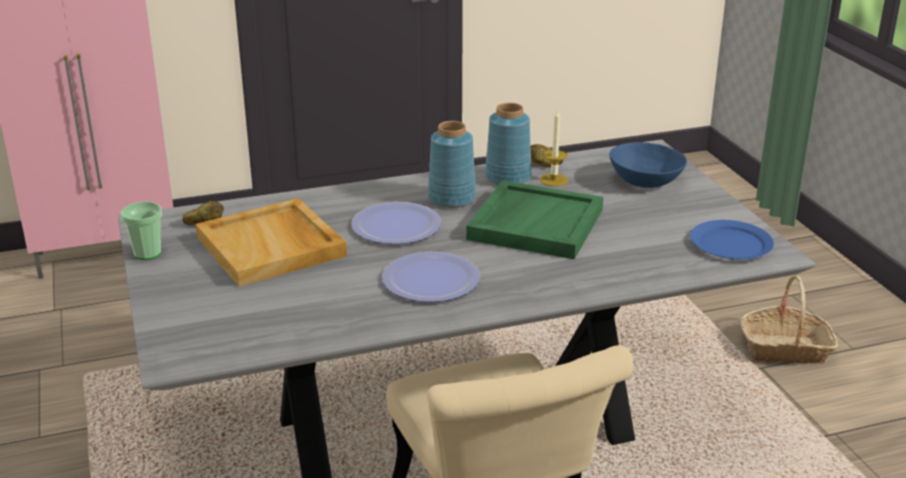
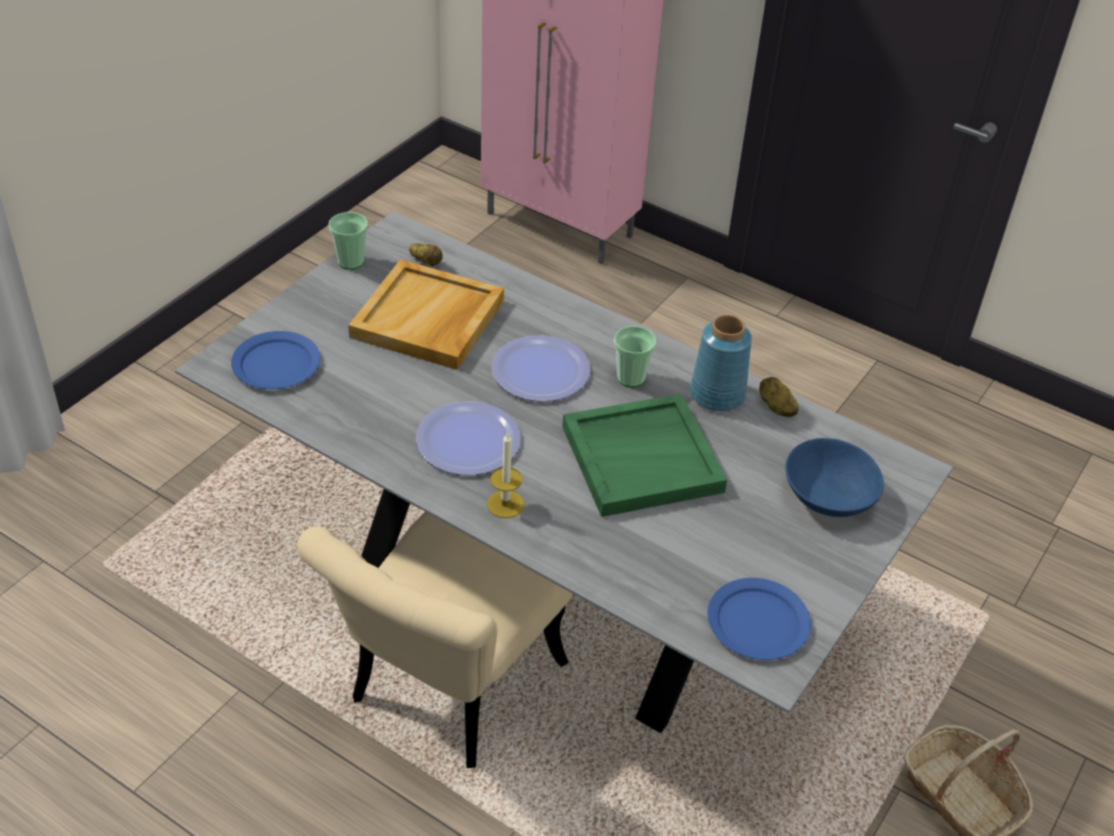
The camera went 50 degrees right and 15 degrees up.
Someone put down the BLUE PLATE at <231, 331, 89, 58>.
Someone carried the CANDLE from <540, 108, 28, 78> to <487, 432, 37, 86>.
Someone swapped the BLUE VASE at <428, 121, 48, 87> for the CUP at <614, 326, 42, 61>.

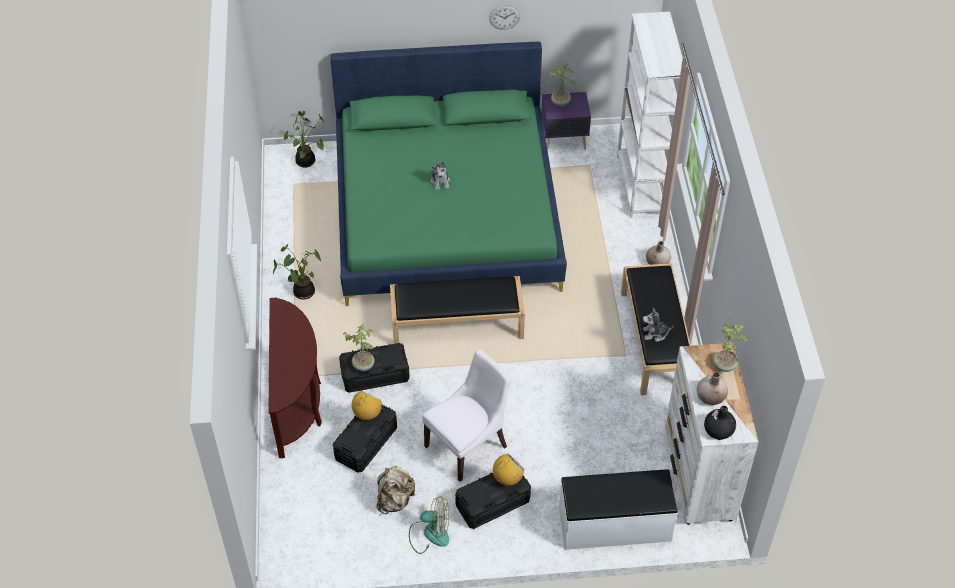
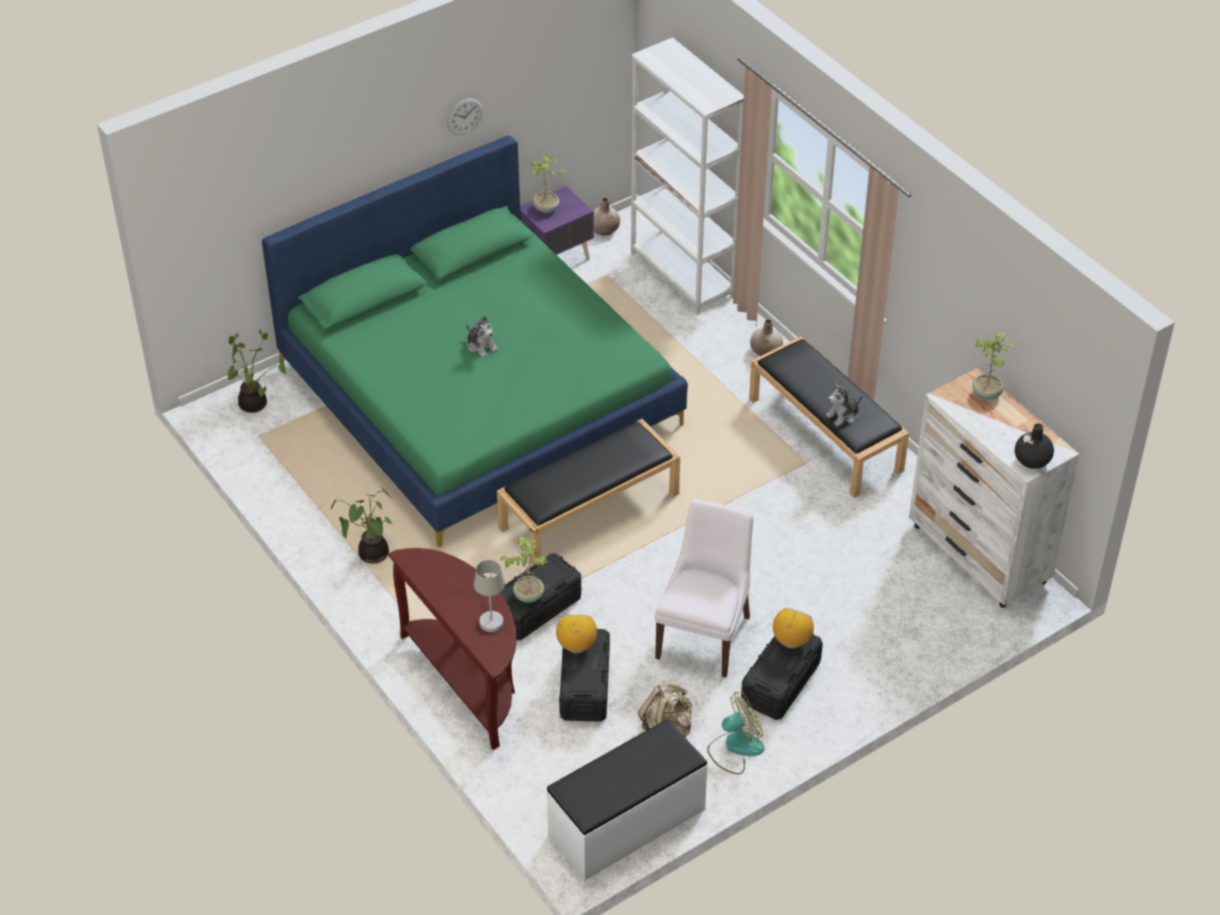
The camera went 30 degrees left and 5 degrees down.
Someone put down the GREY TABLE LAMP at <453, 560, 52, 72>.
Someone carried the WHITE BENCH from <559, 469, 119, 81> to <546, 719, 162, 161>.
Someone carried the BEIGE VASE from <697, 372, 31, 33> to <594, 198, 26, 38>.

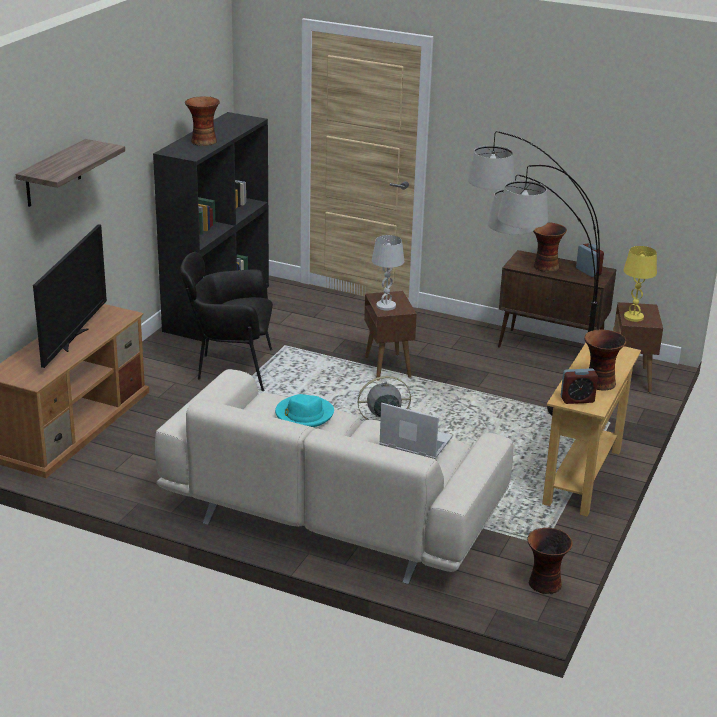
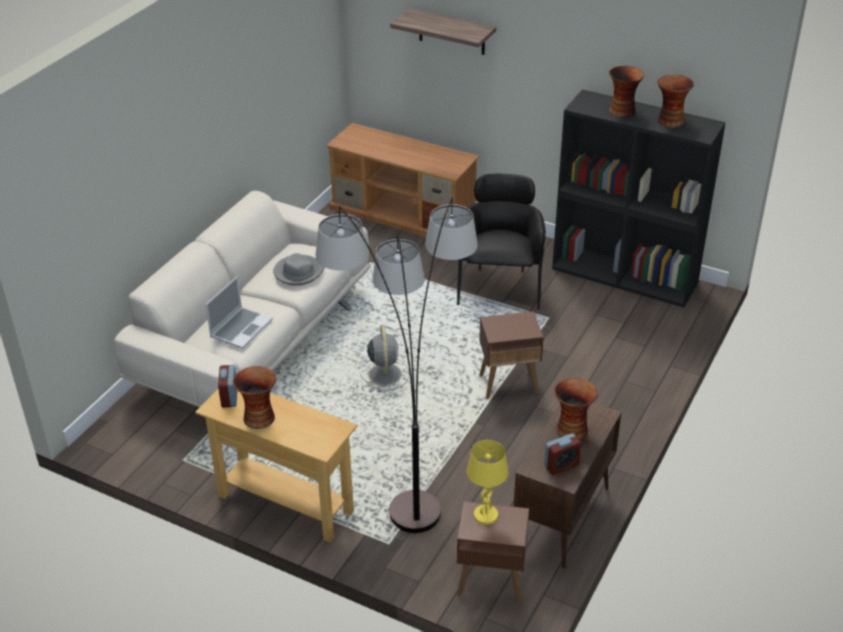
The camera went 95 degrees right and 10 degrees up.
Someone repainted the TURQUOISE HAT at <275, 394, 59, 33>, which became the GREY HAT at <273, 253, 52, 33>.
Someone carried the VASE from <527, 528, 46, 66> to <658, 75, 36, 53>.
Someone took away the TELEVISION at <33, 224, 74, 144>.
Someone took away the WHITE TABLE LAMP at <372, 235, 32, 76>.

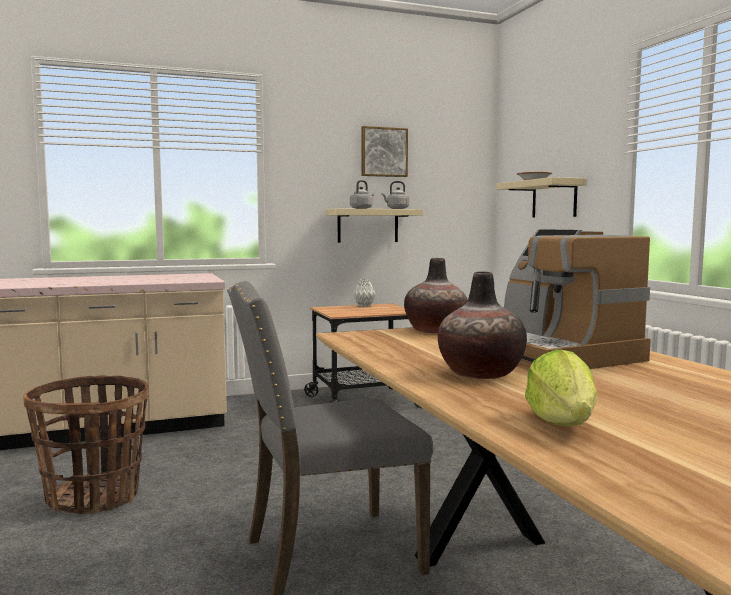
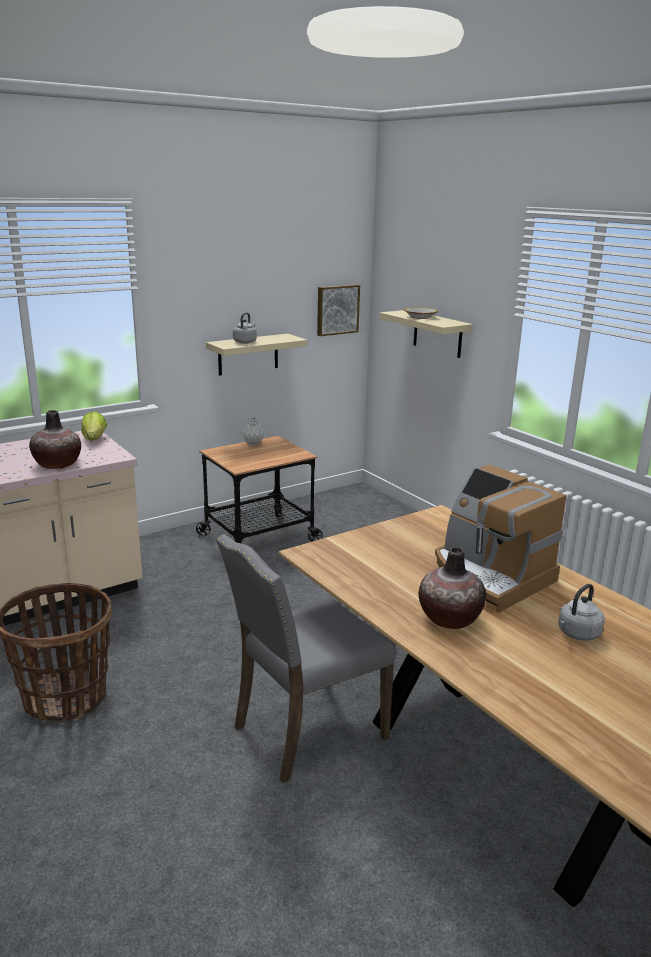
The camera went 15 degrees left and 15 degrees up.
Someone carried the VASE from <404, 258, 64, 75> to <29, 410, 52, 59>.
Someone carried the LETTUCE from <525, 349, 72, 77> to <81, 412, 26, 28>.
Someone carried the PICTURE from <361, 126, 47, 51> to <317, 284, 43, 52>.
Someone carried the GREY KETTLE from <382, 181, 27, 28> to <558, 584, 47, 57>.

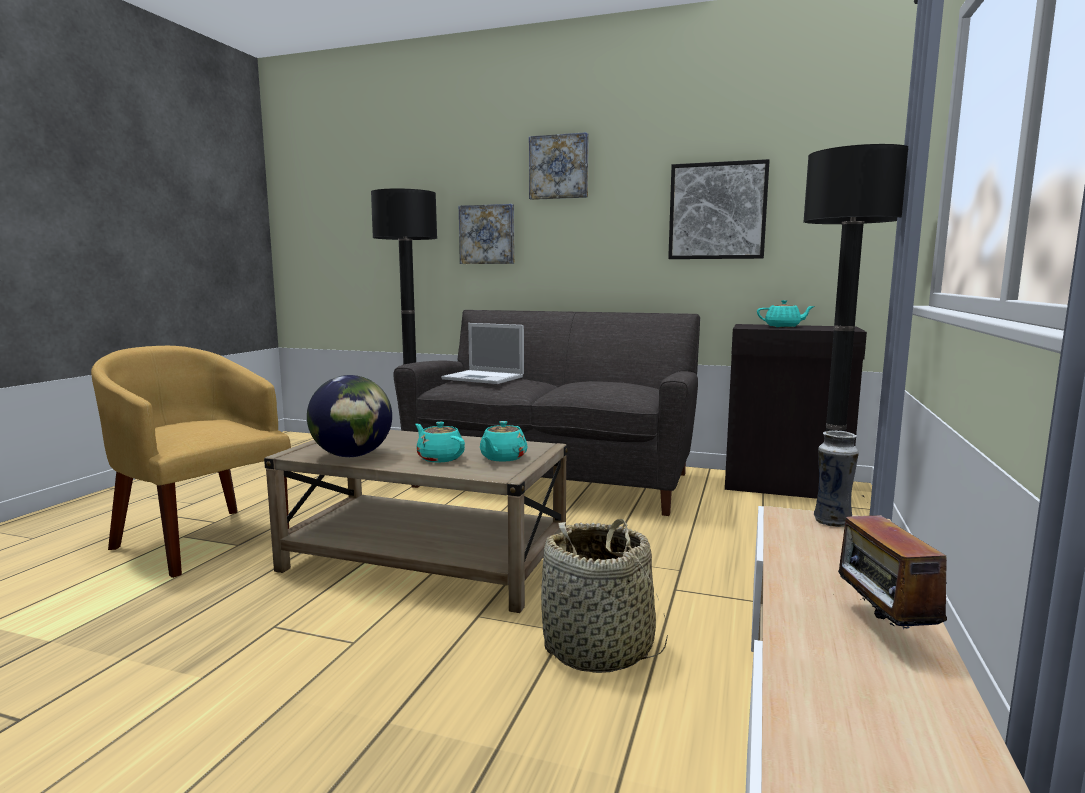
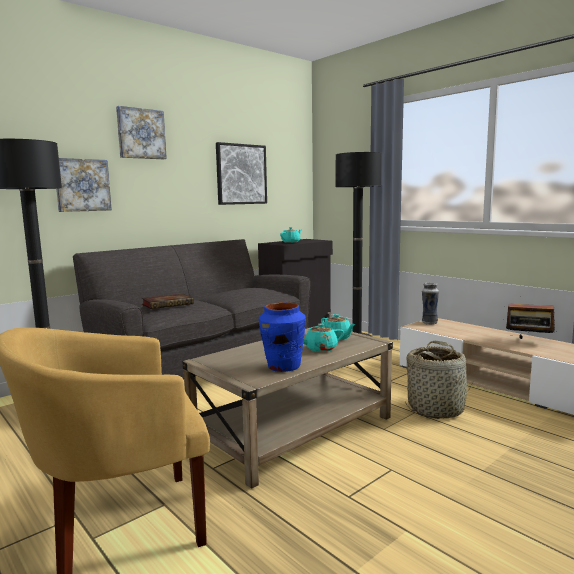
The camera went 60 degrees left and 0 degrees up.
Someone swapped the LAPTOP at <441, 323, 83, 61> for the BOOK at <141, 294, 53, 15>.
Someone swapped the GLOBE at <307, 375, 85, 82> for the BLUE VASE at <259, 302, 47, 70>.

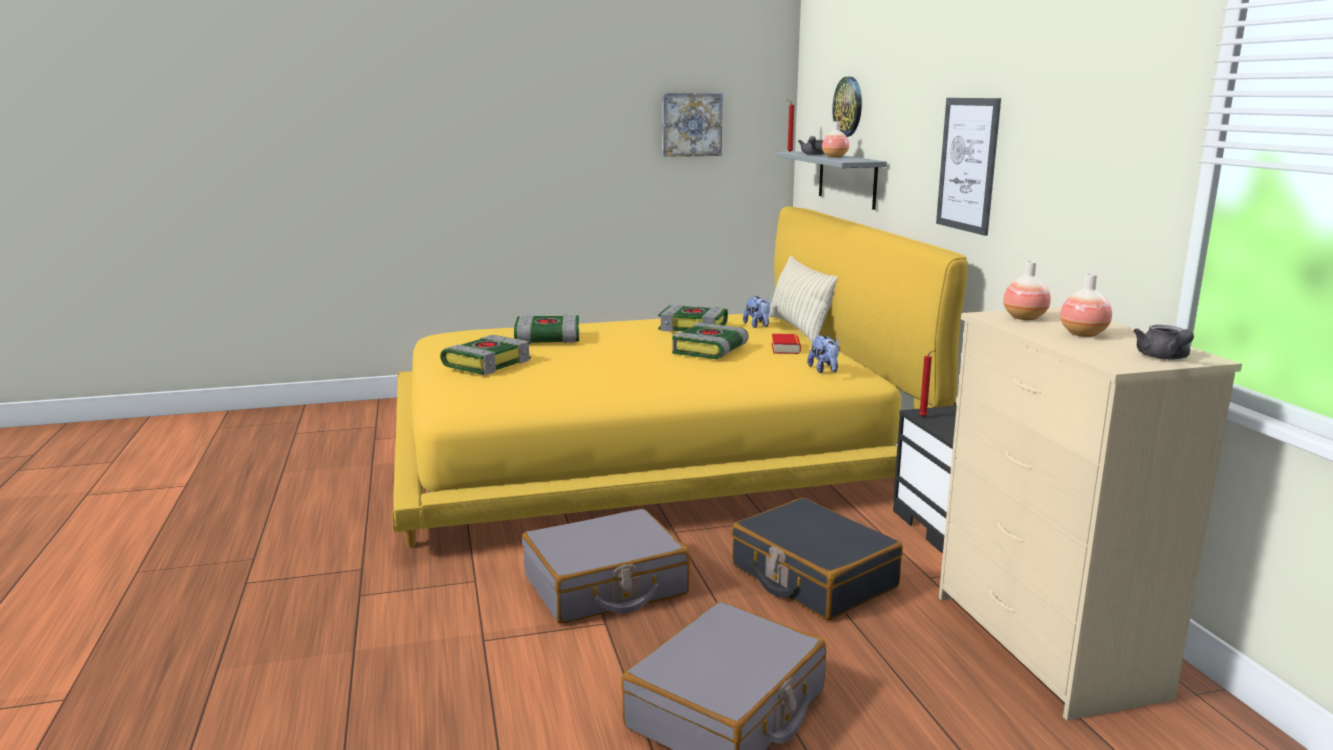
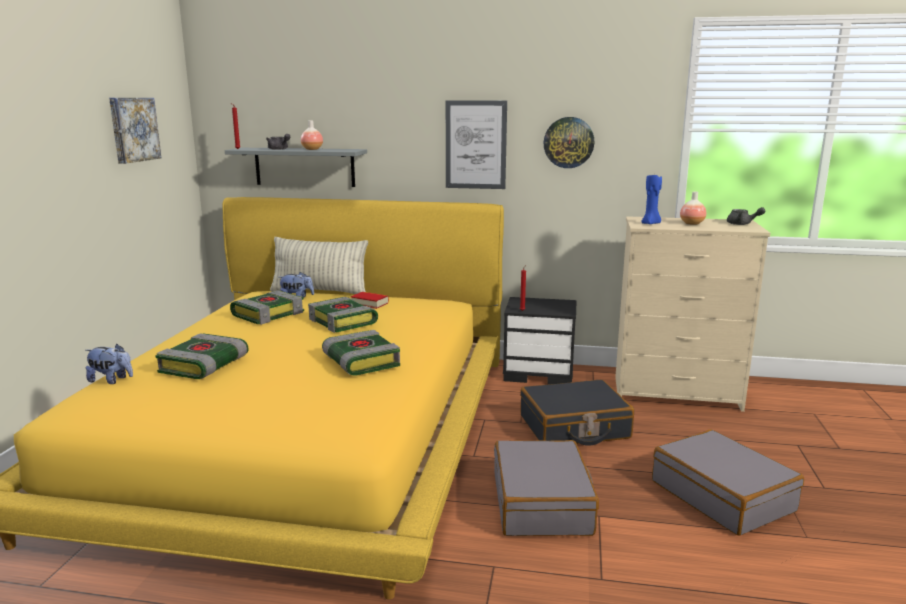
The camera went 65 degrees left and 0 degrees up.
Someone carried the PLUSH TOY from <807, 335, 32, 38> to <86, 344, 47, 40>.
Someone carried the BOOK from <440, 335, 91, 40> to <322, 330, 78, 46>.
Someone carried the WALL CLOCK from <832, 77, 30, 60> to <544, 117, 50, 51>.
Someone swapped the VASE at <1003, 261, 48, 59> for the BLUE CANDLE at <641, 174, 21, 50>.

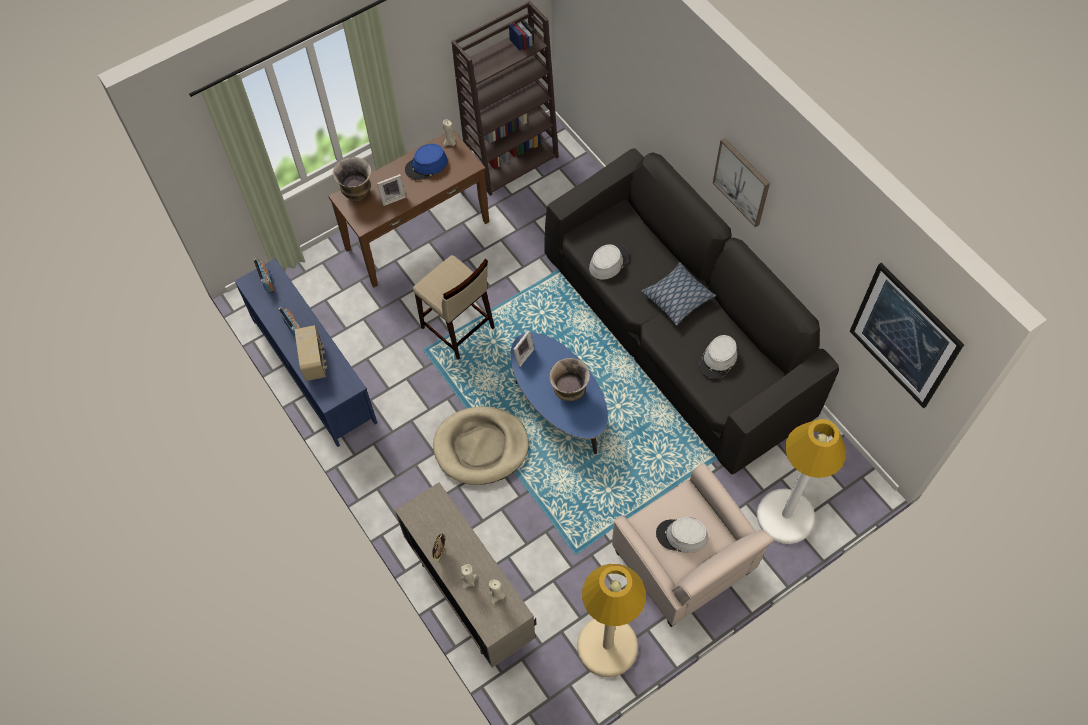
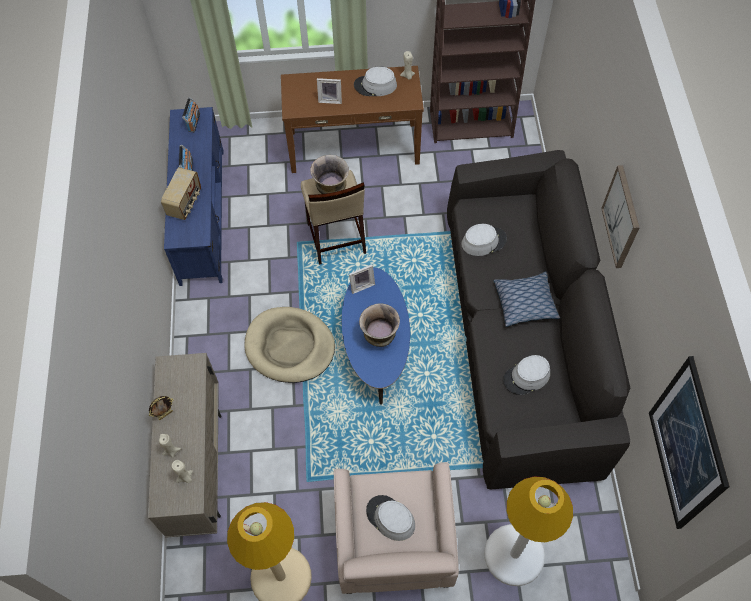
The camera went 30 degrees right and 0 degrees up.
Someone carried the VASE from <333, 157, 39, 44> to <310, 155, 39, 39>.
Someone repainted the BLUE HAT at <405, 144, 42, 36>, which became the GREY HAT at <354, 67, 43, 29>.

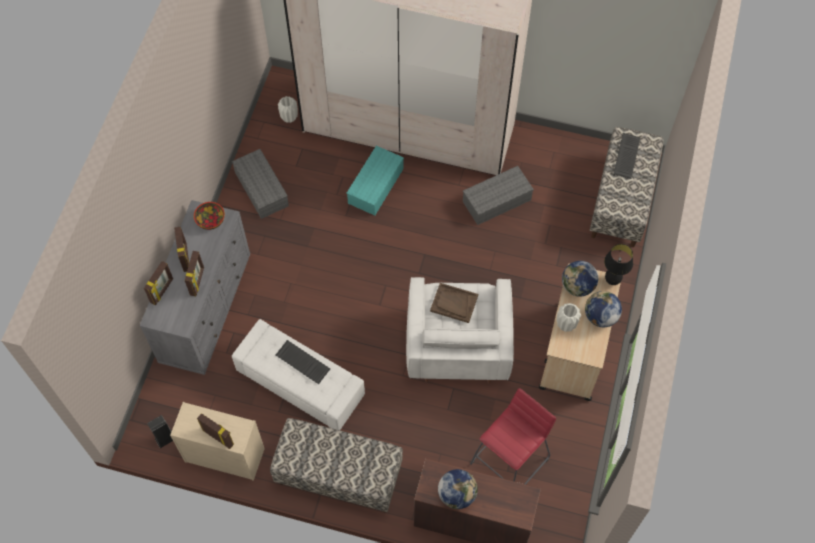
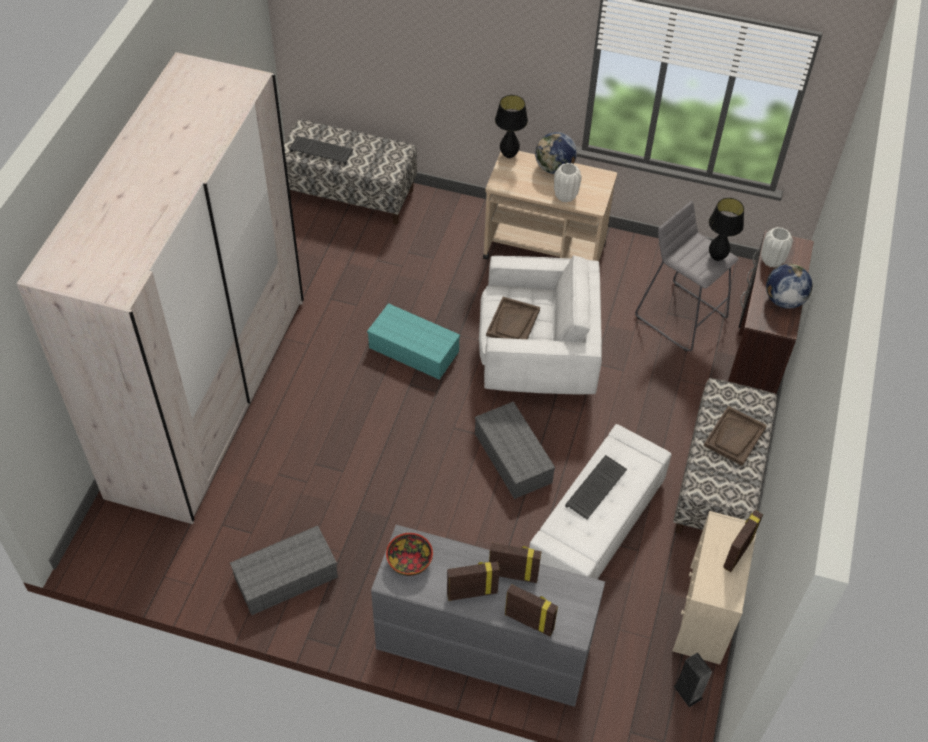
The camera went 90 degrees left and 10 degrees down.
Someone carried the TURQUOISE STORAGE BOX from <346, 146, 58, 69> to <367, 303, 93, 77>.
Someone carried the GREY STORAGE BOX from <463, 166, 71, 59> to <475, 402, 80, 97>.
Someone repainted the RED STOOL at <470, 388, 86, 97>, which became the GREY STOOL at <635, 201, 104, 150>.
Someone put down the BROWN TRAY at <704, 406, 63, 60>.
Someone put down the BLACK TABLE LAMP at <709, 198, 35, 63>.
Someone carried the WHITE VASE from <278, 96, 20, 27> to <761, 227, 32, 41>.
Someone took away the GLOBE at <562, 261, 36, 36>.

